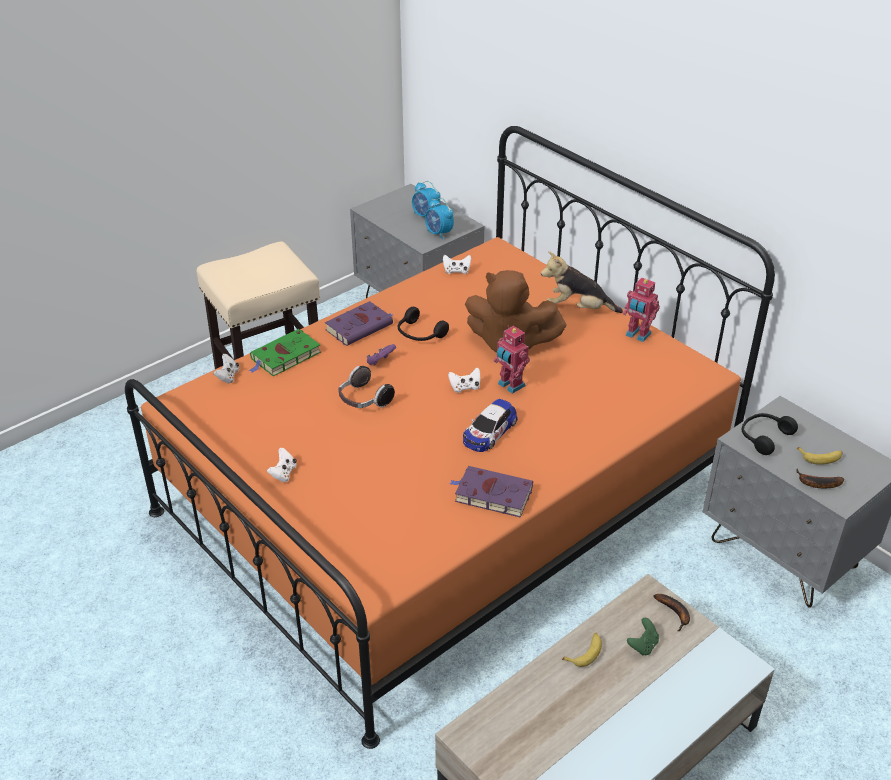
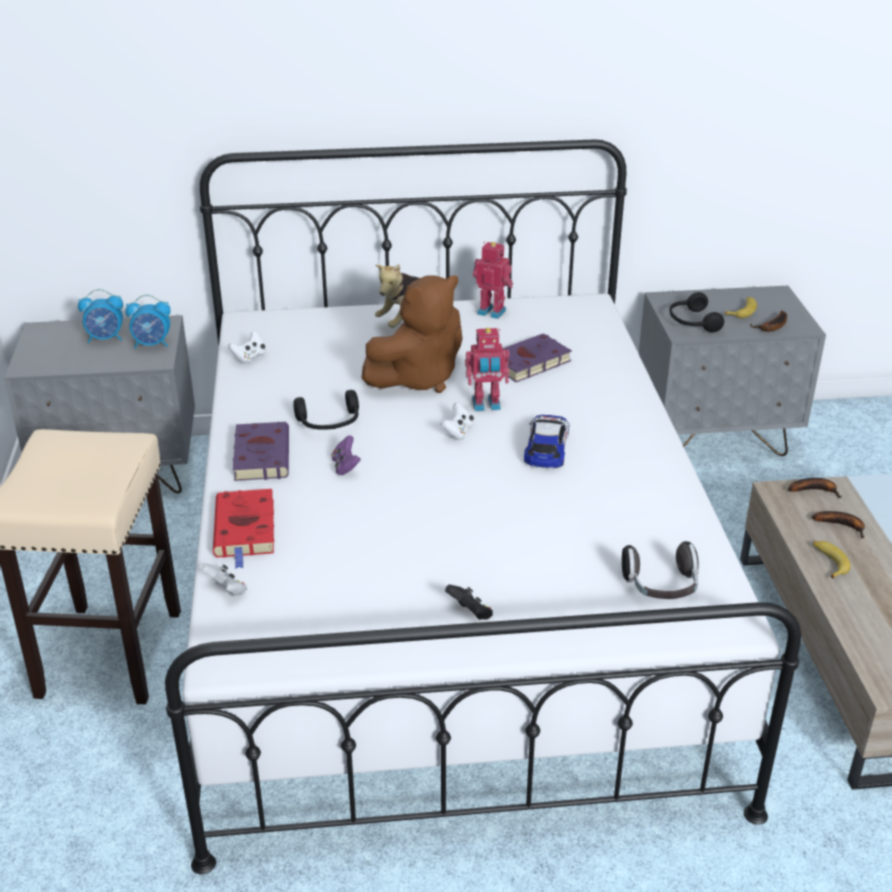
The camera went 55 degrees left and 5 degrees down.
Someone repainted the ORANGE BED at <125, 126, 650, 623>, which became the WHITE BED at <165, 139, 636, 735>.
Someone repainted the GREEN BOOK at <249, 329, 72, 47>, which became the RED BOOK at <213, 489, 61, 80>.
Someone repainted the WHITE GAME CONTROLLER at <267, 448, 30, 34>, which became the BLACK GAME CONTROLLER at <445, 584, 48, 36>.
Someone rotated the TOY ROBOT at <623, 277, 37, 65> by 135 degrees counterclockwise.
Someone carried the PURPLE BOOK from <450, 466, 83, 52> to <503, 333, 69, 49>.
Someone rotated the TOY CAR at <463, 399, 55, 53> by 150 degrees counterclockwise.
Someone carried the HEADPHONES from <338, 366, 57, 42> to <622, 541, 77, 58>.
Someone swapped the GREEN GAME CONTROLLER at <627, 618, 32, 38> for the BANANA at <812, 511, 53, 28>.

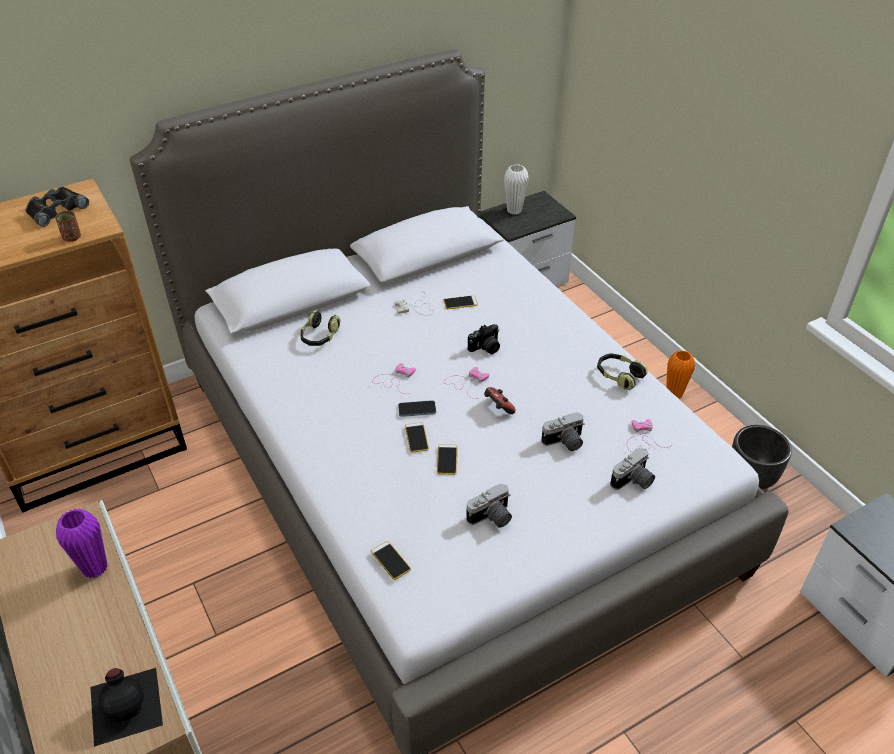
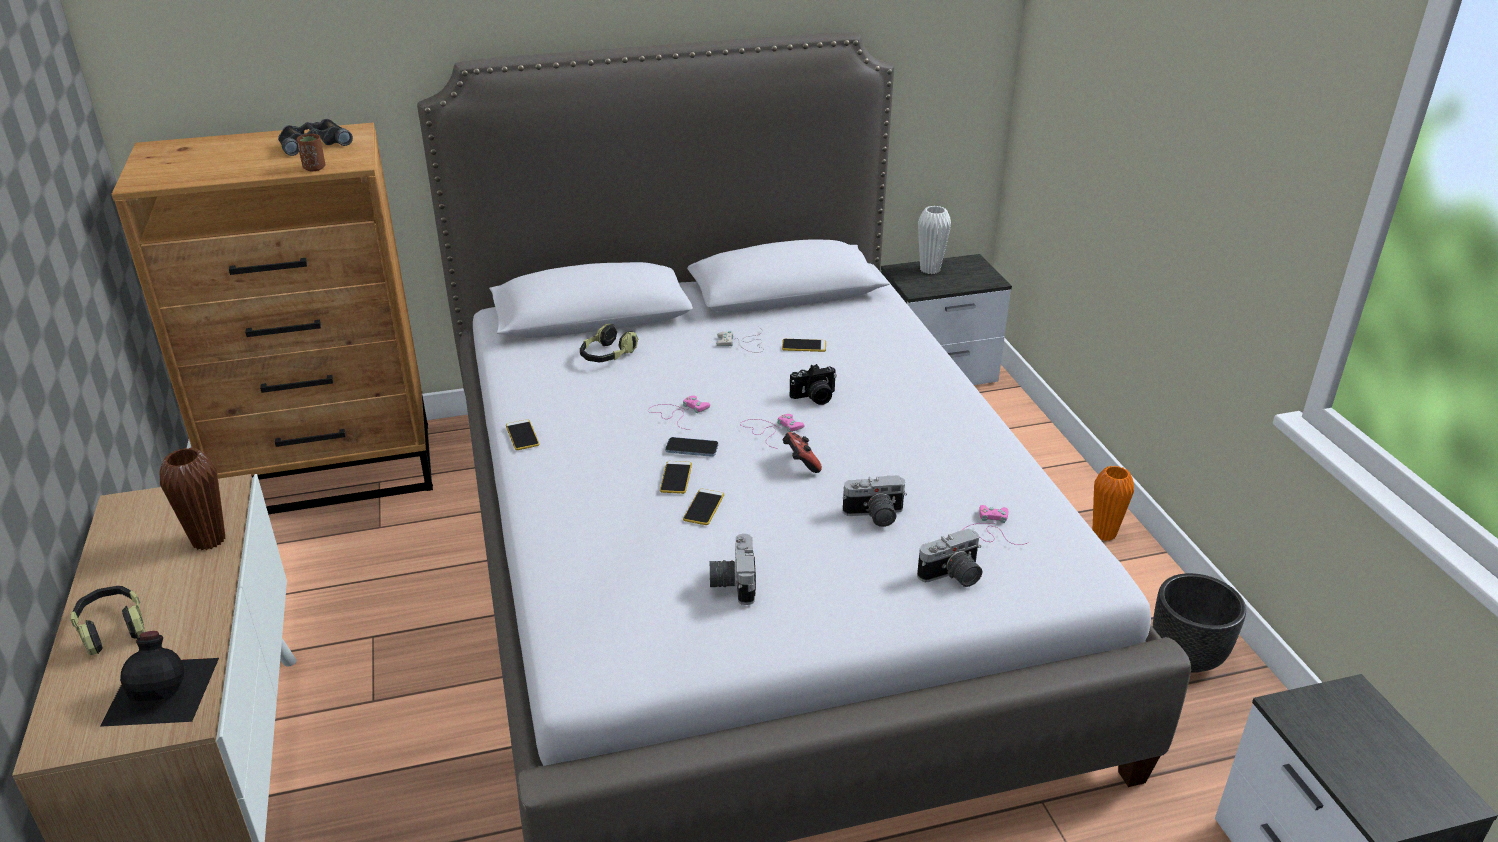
The camera went 15 degrees right and 10 degrees down.
Someone carried the HEADPHONES from <597, 353, 51, 37> to <71, 586, 74, 69>.
Someone repainted the PURPLE VASE at <56, 509, 52, 69>, which became the BROWN VASE at <160, 448, 65, 103>.
Someone carried the PHONE from <371, 541, 40, 39> to <506, 419, 33, 31>.
Someone rotated the PHOTO CAMERA at <466, 483, 46, 45> by 105 degrees clockwise.

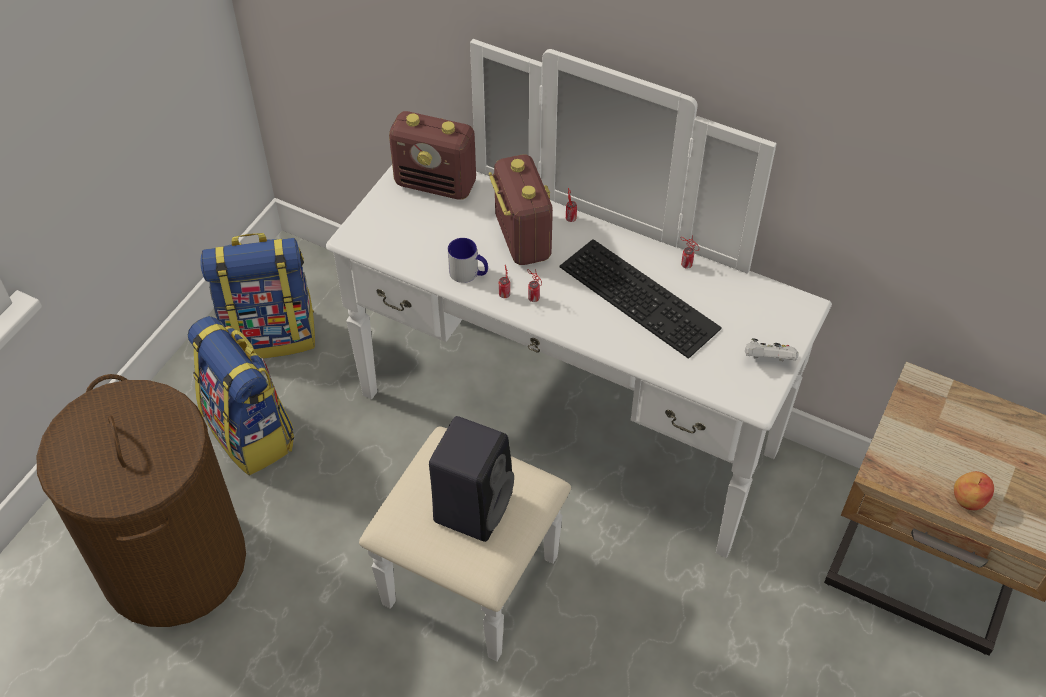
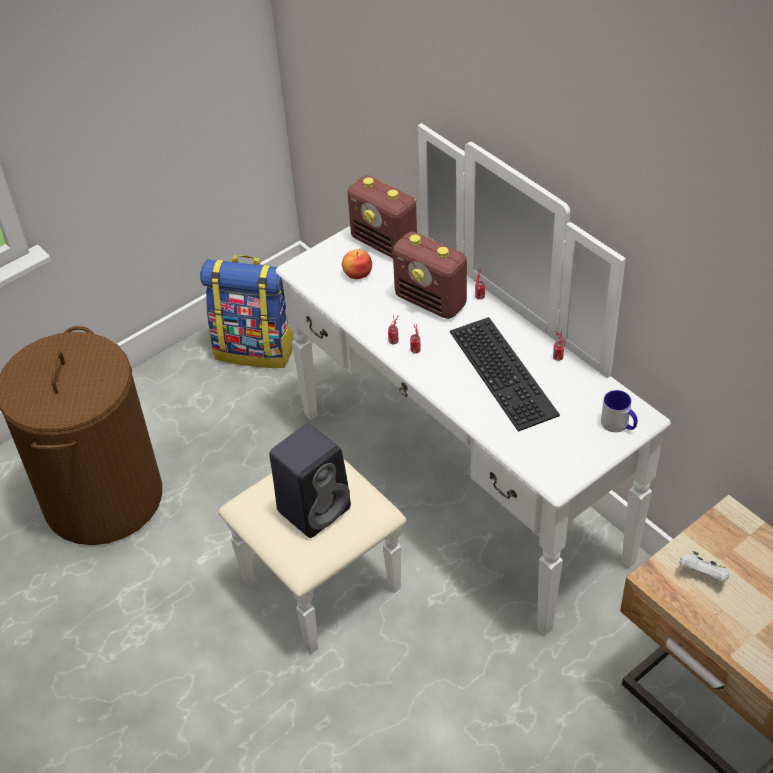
The camera went 25 degrees right and 5 degrees down.
Someone carried the APPLE from <954, 471, 40, 39> to <342, 250, 30, 29>.
Someone rotated the RADIO at <488, 154, 65, 111> by 120 degrees clockwise.
Someone carried the MUG from <448, 238, 40, 45> to <601, 390, 36, 42>.
Someone carried the WHITE GAME CONTROLLER from <745, 338, 54, 23> to <679, 551, 50, 31>.
Someone took away the BACKPACK at <188, 316, 106, 159>.

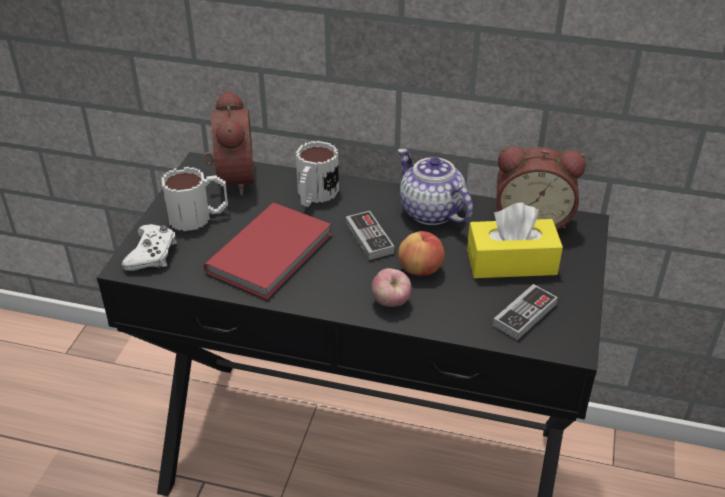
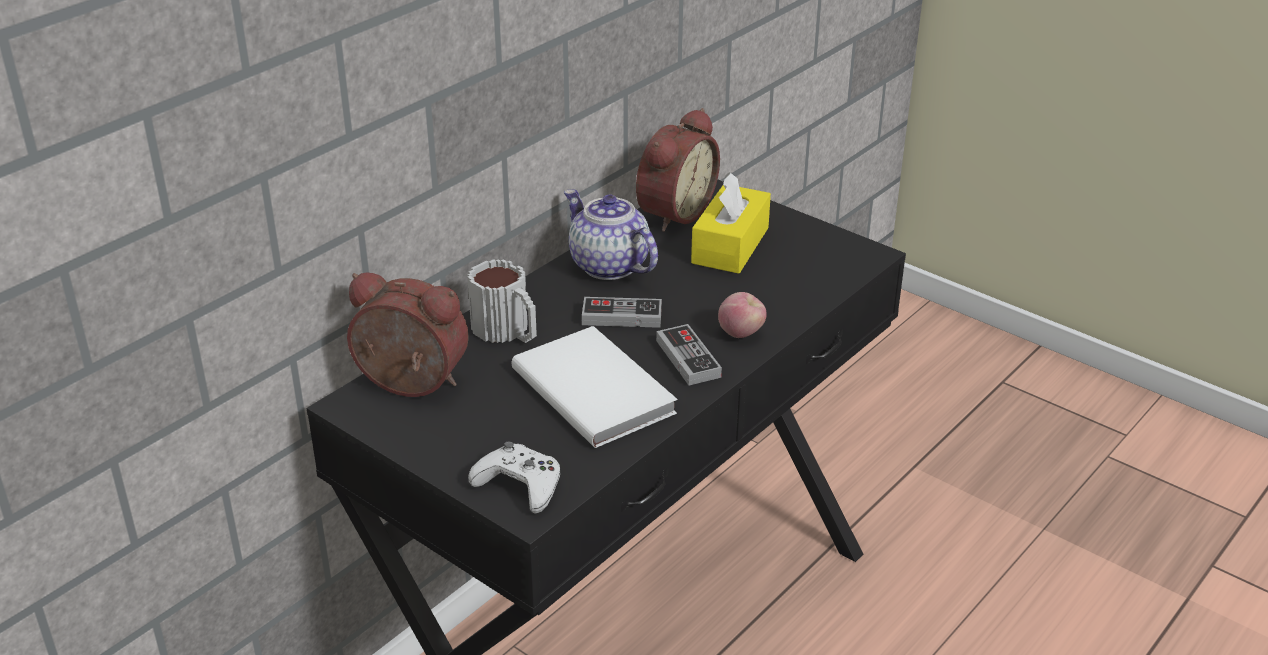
The camera went 65 degrees left and 5 degrees down.
Someone repainted the RED BOOK at <204, 203, 127, 96>, which became the WHITE BOOK at <512, 326, 166, 122>.
Someone rotated the TEAPOT at <398, 148, 75, 77> by 60 degrees clockwise.
Someone carried the GAME CONTROLLER from <493, 284, 65, 56> to <656, 324, 66, 61>.
Someone took away the MUG at <161, 167, 67, 64>.
Someone took away the APPLE at <398, 231, 46, 45>.

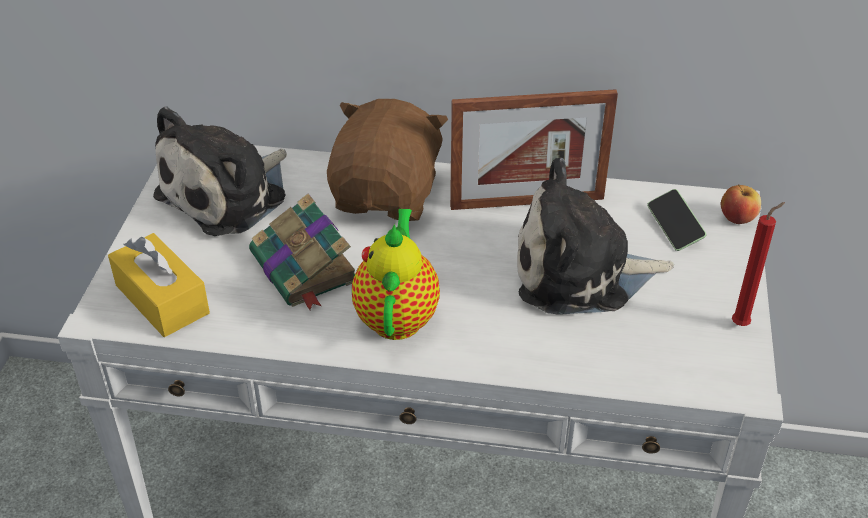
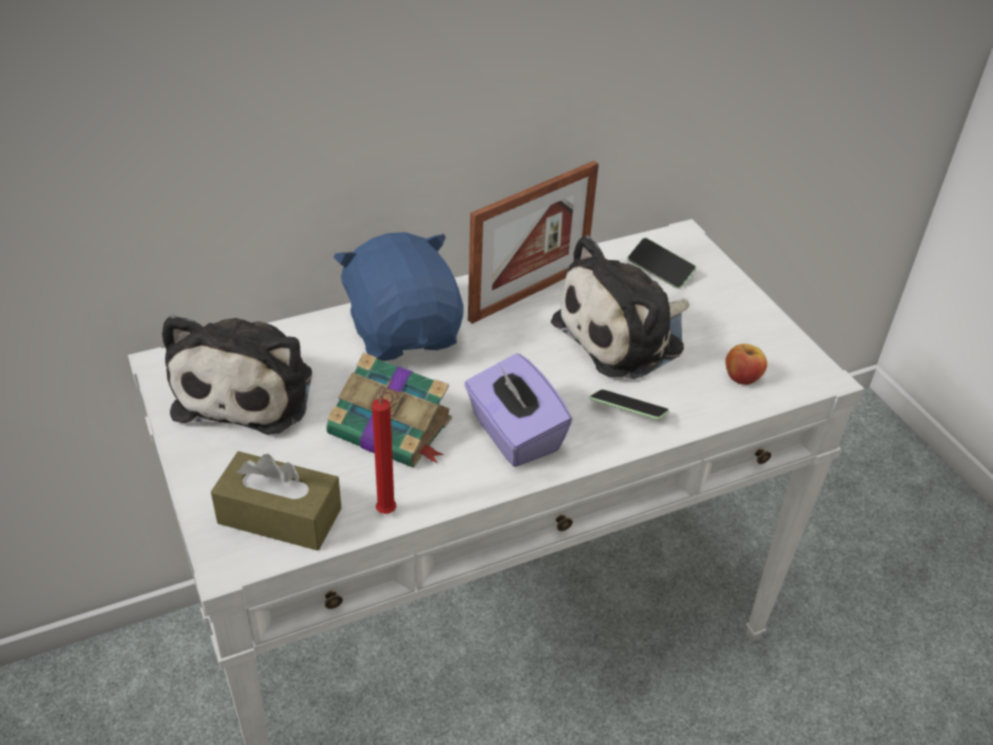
The camera went 35 degrees left and 0 degrees up.
Someone repainted the YELLOW TISSUE BOX at <108, 233, 102, 104>, which became the BROWN TISSUE BOX at <211, 451, 130, 100>.
Someone repainted the BROWN PLUSH TOY at <327, 99, 121, 122>, which became the BLUE PLUSH TOY at <333, 232, 131, 129>.
Someone carried the RED CANDLE from <732, 202, 53, 124> to <372, 380, 24, 134>.
Someone swapped the TEAPOT at <352, 209, 88, 131> for the PURPLE TISSUE BOX at <464, 353, 108, 114>.
Someone put down the PHONE at <589, 389, 80, 30>.
Someone carried the APPLE from <721, 184, 40, 40> to <725, 344, 42, 41>.

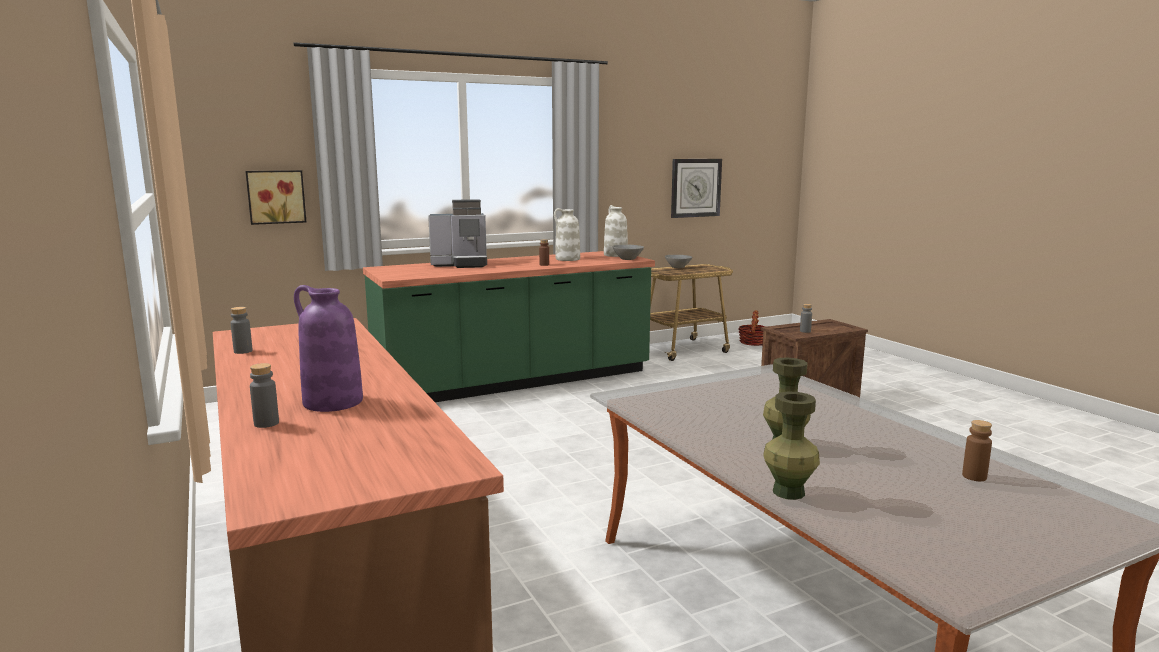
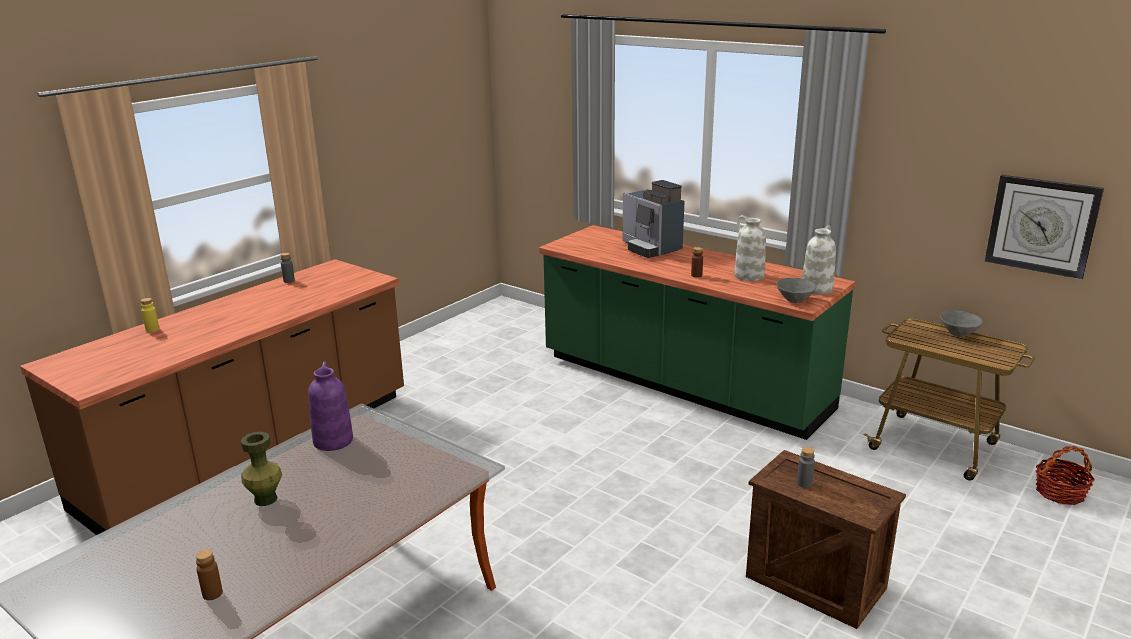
The camera went 65 degrees right and 10 degrees up.
Someone repainted the GREY BOTTLE at <250, 363, 29, 65>, which became the YELLOW BOTTLE at <141, 298, 18, 34>.
Someone carried the PURPLE VASE from <294, 285, 69, 127> to <308, 361, 45, 90>.
Someone took away the PICTURE at <245, 170, 61, 55>.
Someone took away the GREEN VASE at <763, 391, 57, 109>.

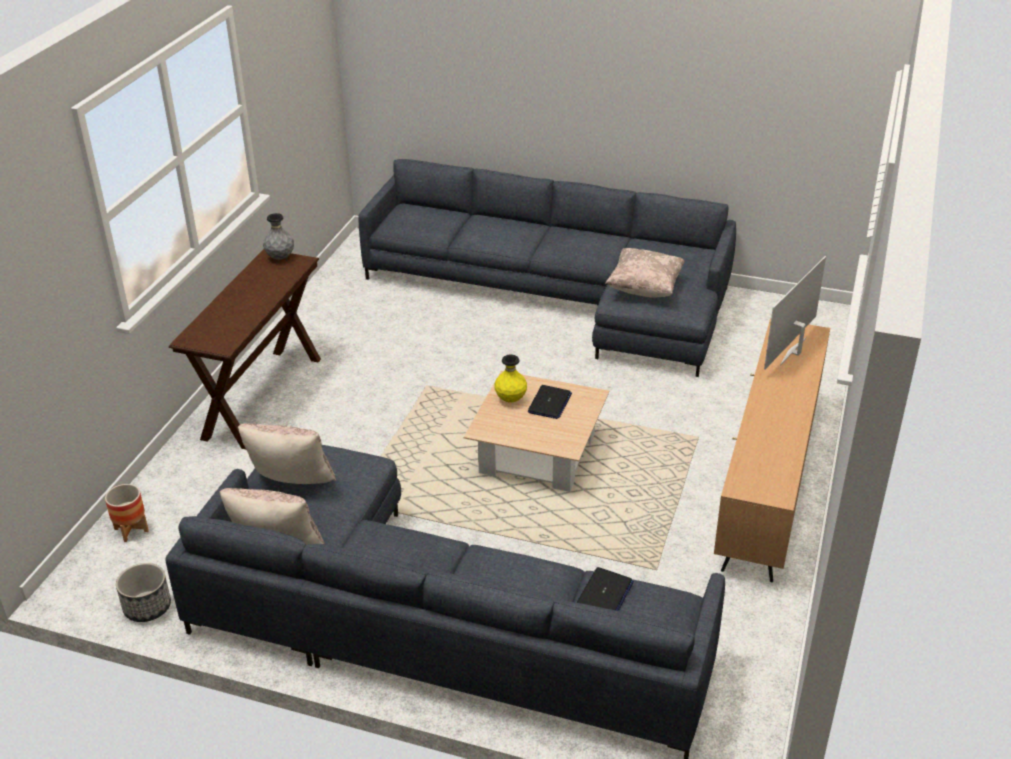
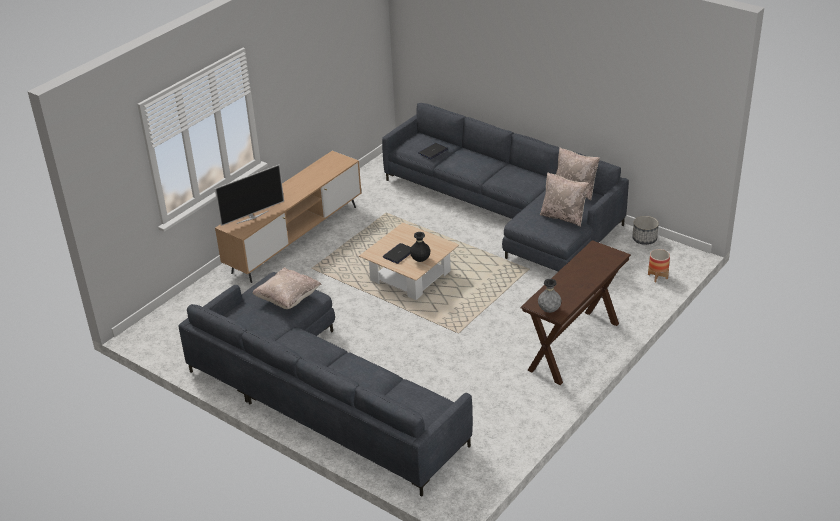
The camera went 160 degrees left and 0 degrees up.
Someone repainted the YELLOW VASE at <494, 355, 33, 48>, which became the BLACK VASE at <410, 232, 20, 30>.

